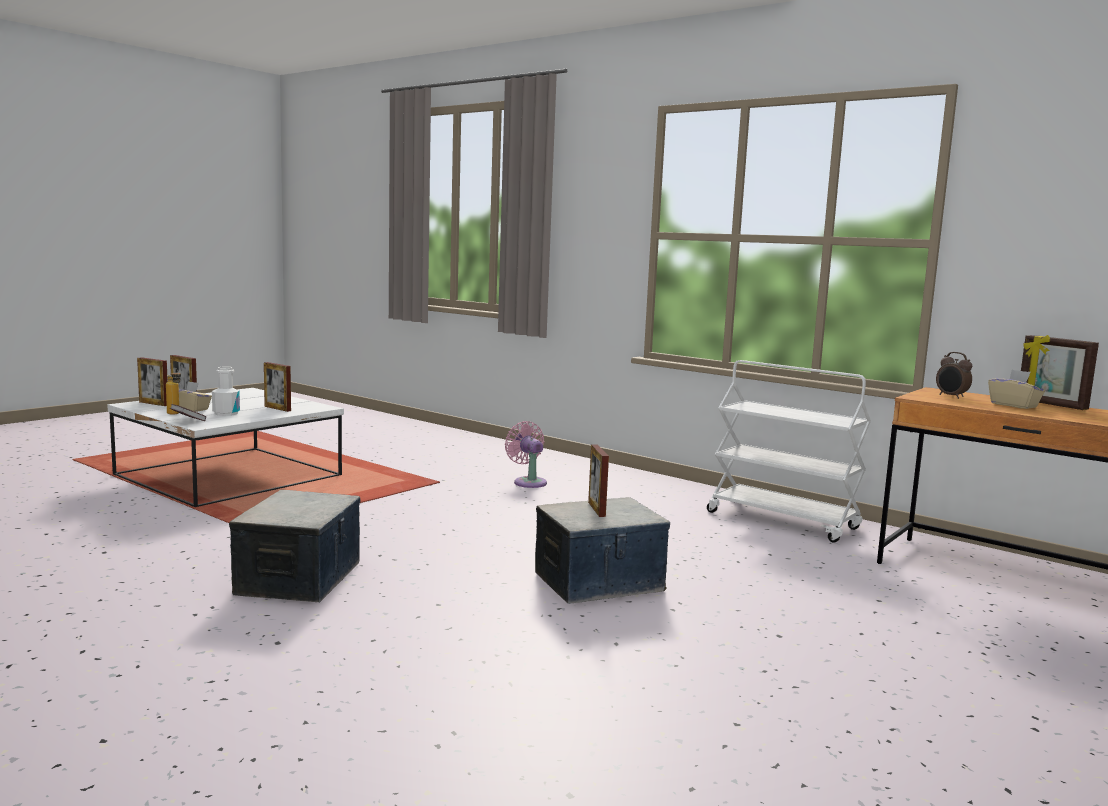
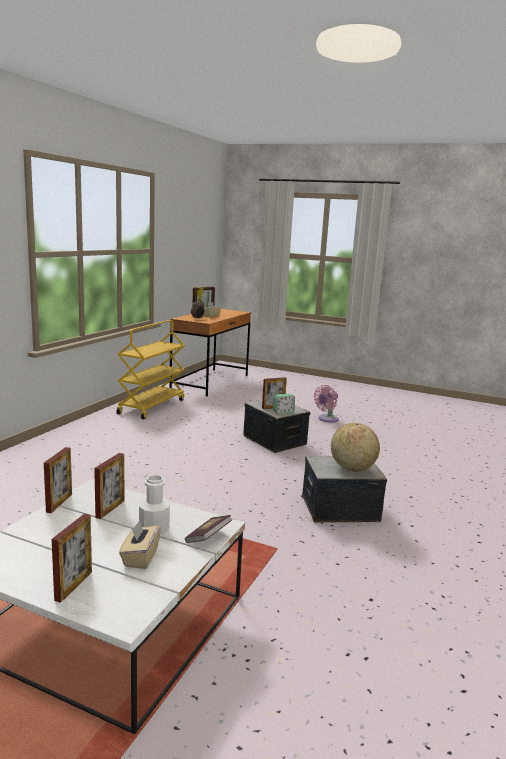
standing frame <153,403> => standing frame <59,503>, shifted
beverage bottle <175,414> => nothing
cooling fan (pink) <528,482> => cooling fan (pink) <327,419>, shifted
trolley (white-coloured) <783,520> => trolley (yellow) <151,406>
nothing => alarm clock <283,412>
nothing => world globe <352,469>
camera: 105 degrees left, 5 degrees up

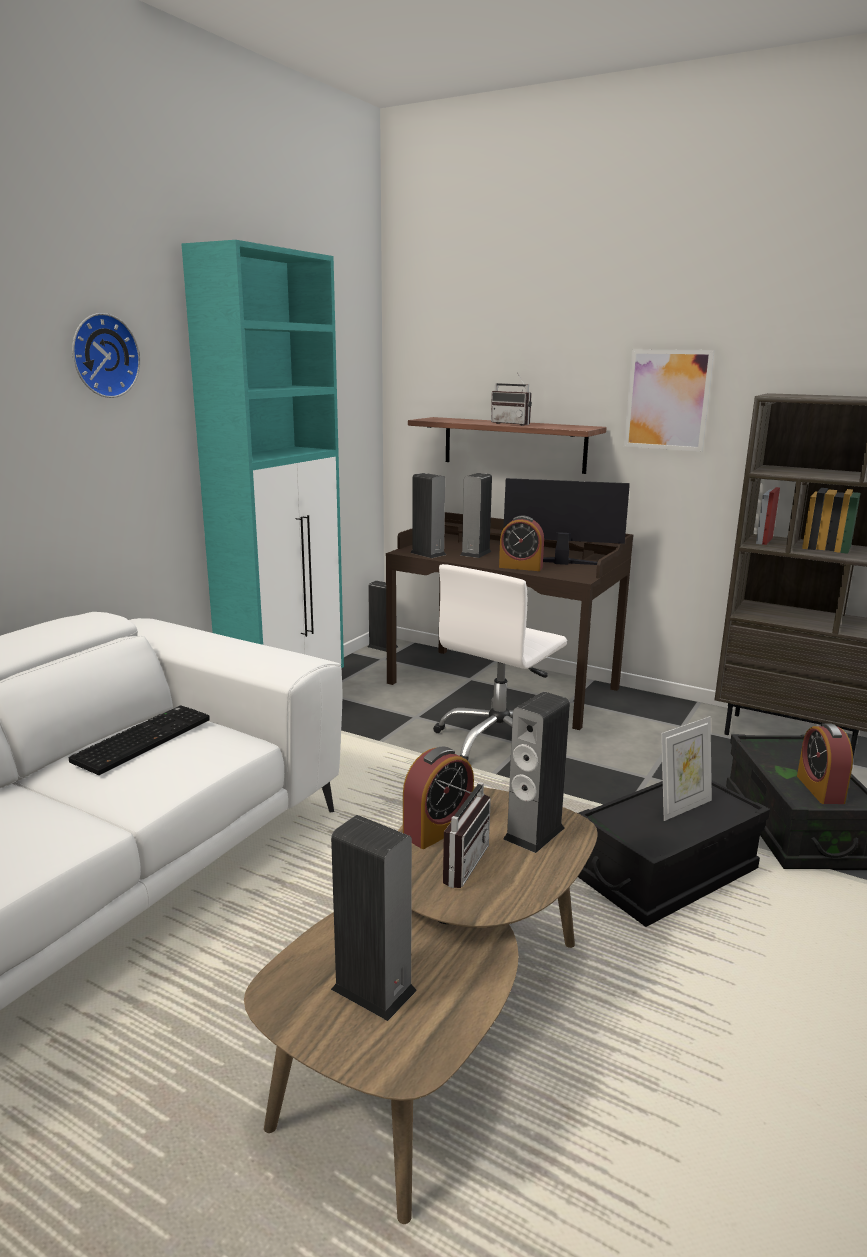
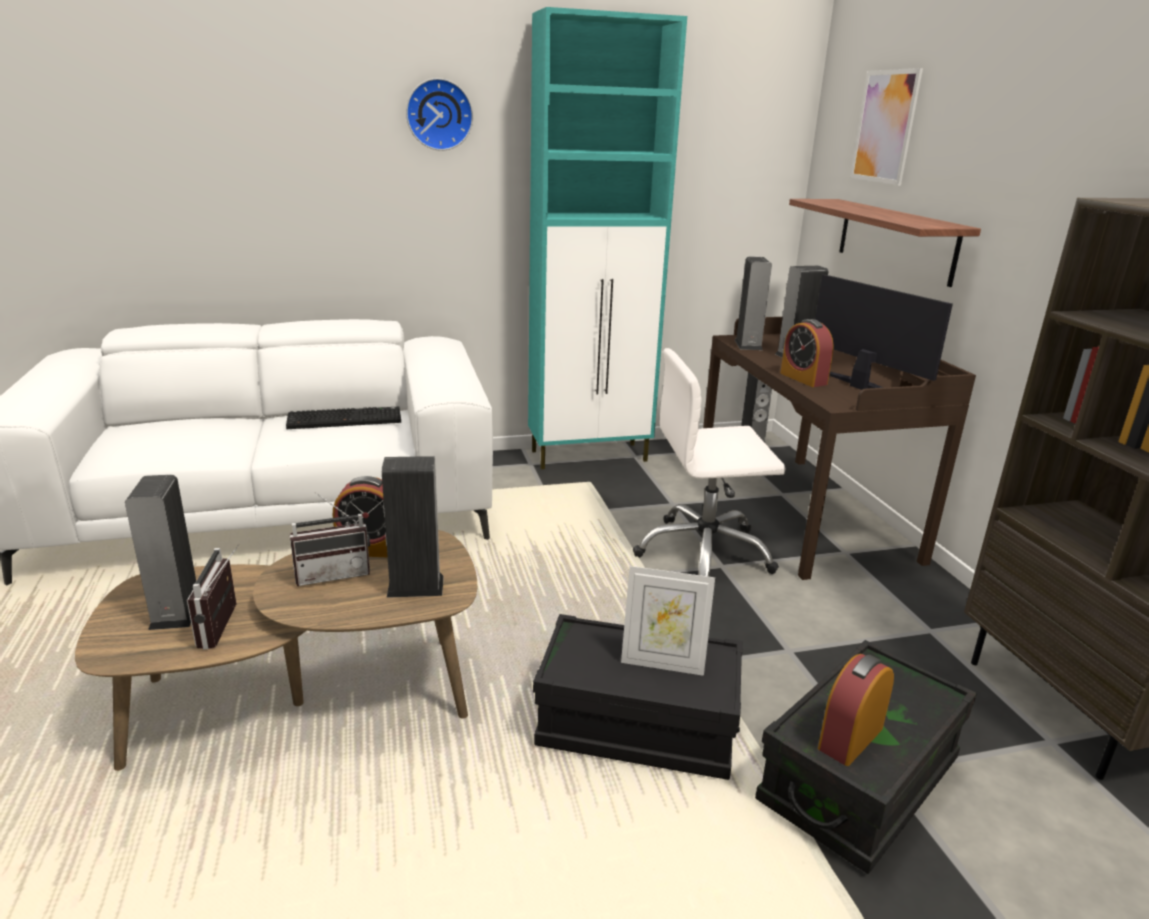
radio receiver <513,424> => radio receiver <227,627>, shifted
picture <667,400> => picture <885,126>, shifted
camera: 45 degrees right, 5 degrees up

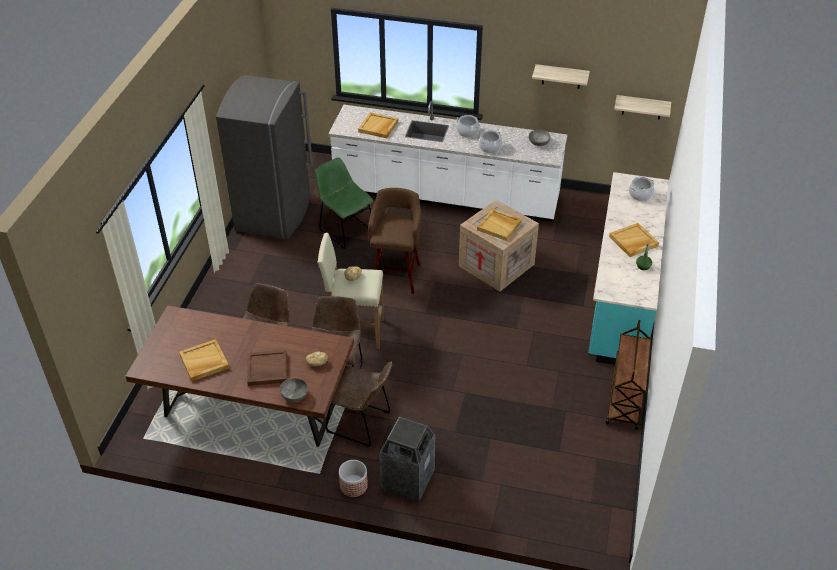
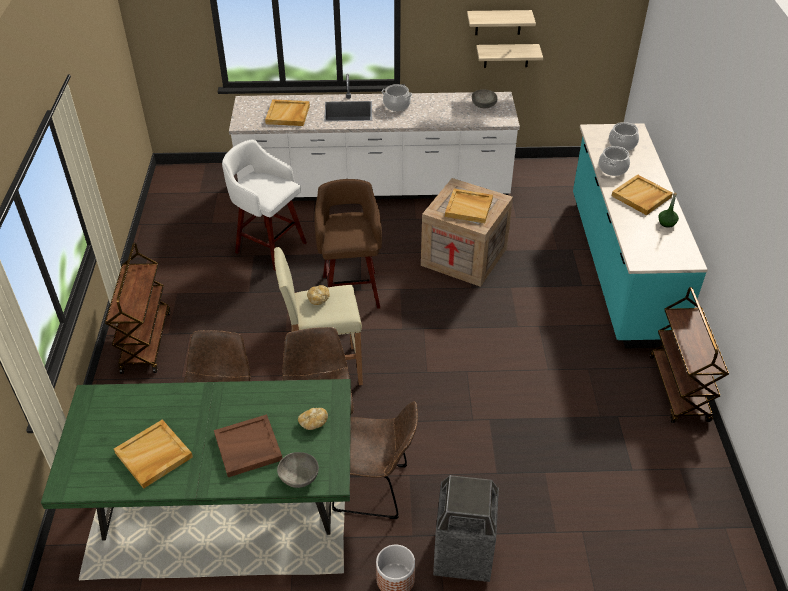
dinner table (brownish) <252,409> => dinner table (green) <222,501>
kitchen fridge (greyish) <274,213> => nothing
chair (green) <345,229> => stool seat (white-coloured) <269,246>
cooking pot <490,147> => cooking pot <612,168>, shifted
bracket shelf <642,107> => bracket shelf <506,55>, shifted
nothing => trolley (brownish) <145,341>
camera: 15 degrees left, 0 degrees up

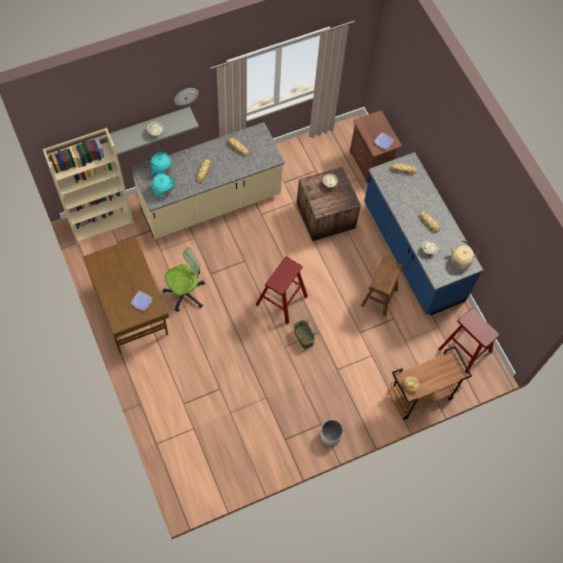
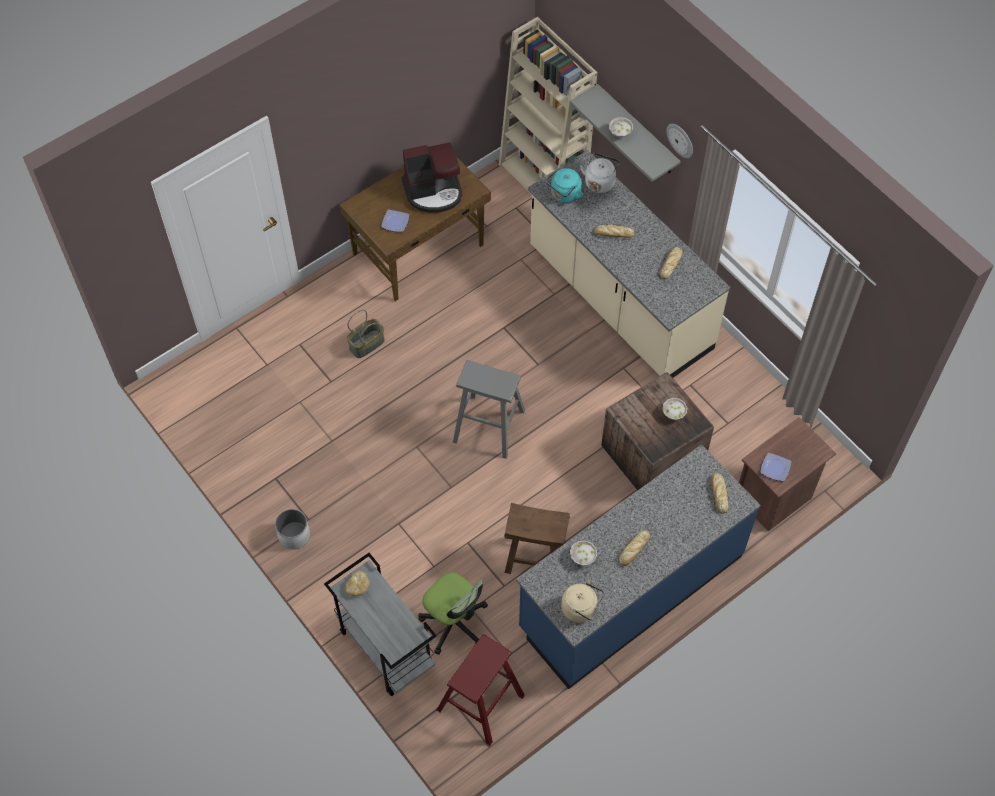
water kettle (turquoise-coloured) <160,168> => water kettle (white-coloured) <600,181>
office chair <185,293> => office chair <454,623>, shifted
stool seat (reddish) <281,300> => stool seat (greyish) <488,426>
household basket <303,337> => household basket <366,344>, shifted
trolley (brownish) <420,396> => trolley (greyish) <385,647>
nothing => coffee machine <433,191>
camera: 80 degrees right, 5 degrees down

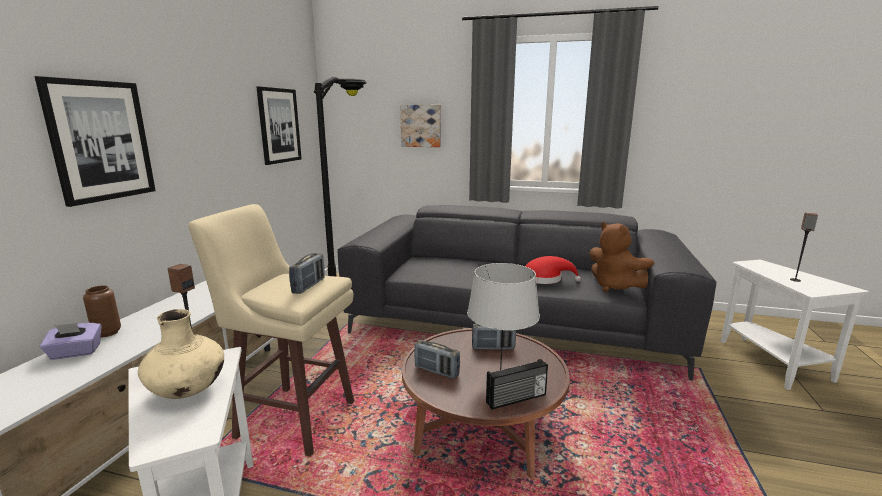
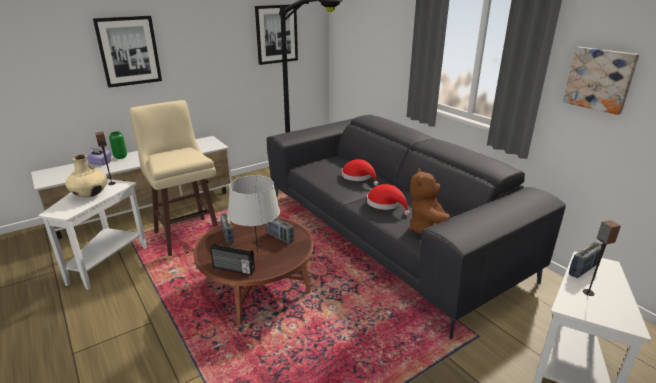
flower vase (brownish) <107,333> => flower vase (green) <120,157>
radio receiver <309,286> => radio receiver <583,270>, shifted
picture <421,126> => picture <600,79>, shifted
nothing => hat (reddish) <358,177>
camera: 40 degrees right, 10 degrees up

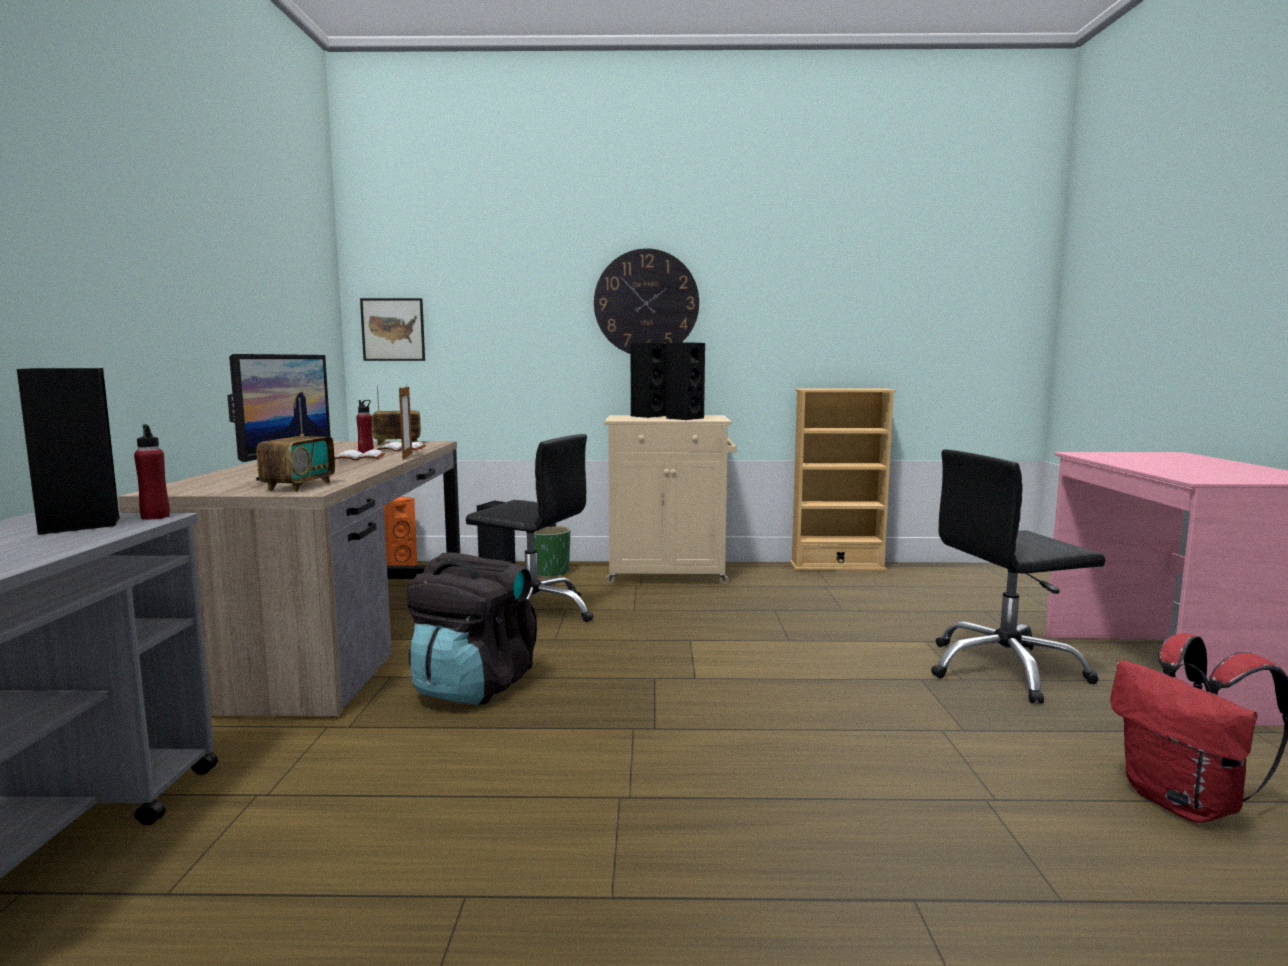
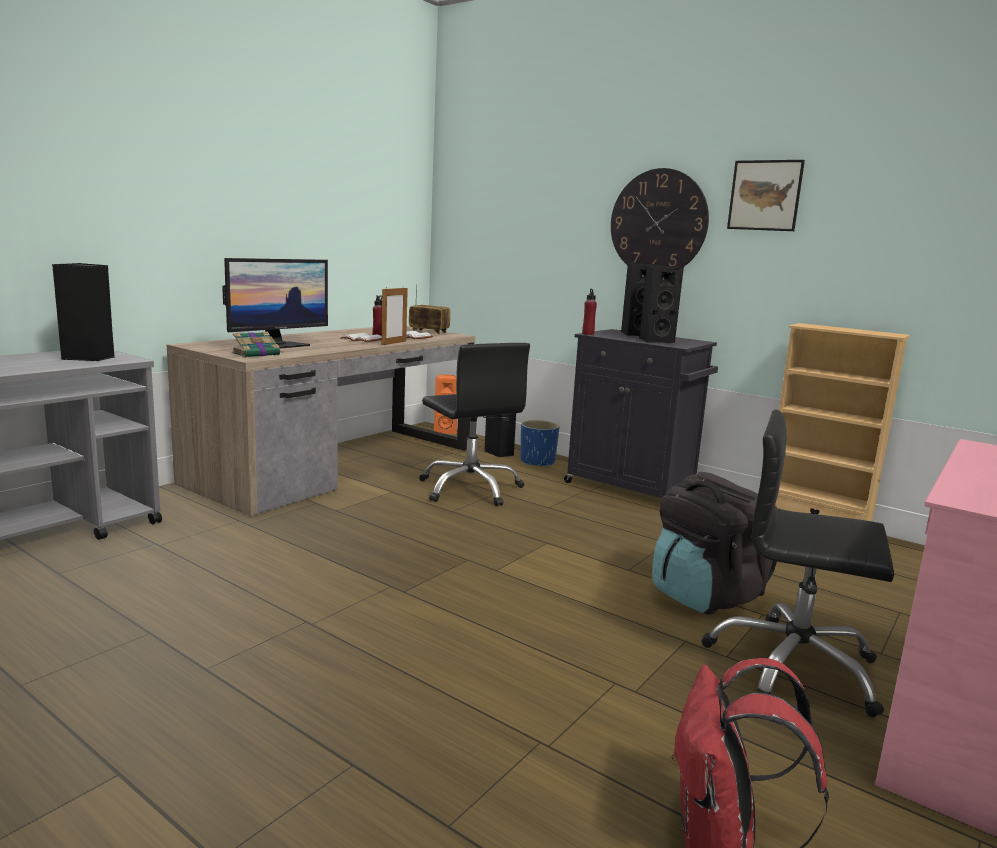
beverage bottle (reddish) <155,517> => beverage bottle (reddish) <588,334>, shifted
radio receiver <299,486> => bound book <257,354>
picture <393,329> => picture <765,195>, shifted
knapsack (blackish) <473,686> => knapsack (blackish) <705,595>, shifted
flower pot (green) <549,572> => flower pot (blue-coloured) <537,462>
cabinet (beige) <669,574> => cabinet (blackish) <632,488>
camera: 35 degrees right, 5 degrees up

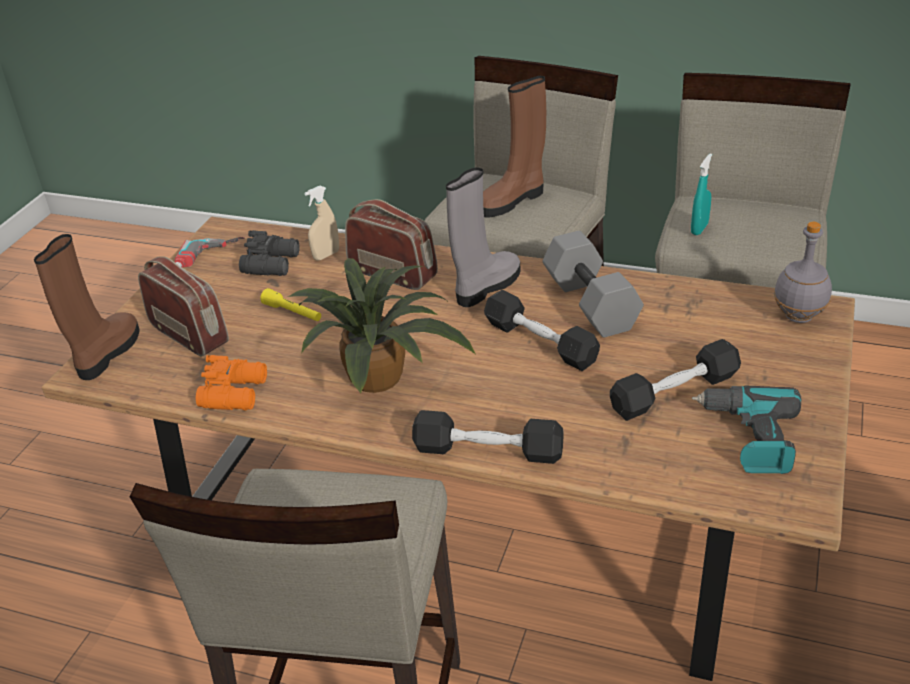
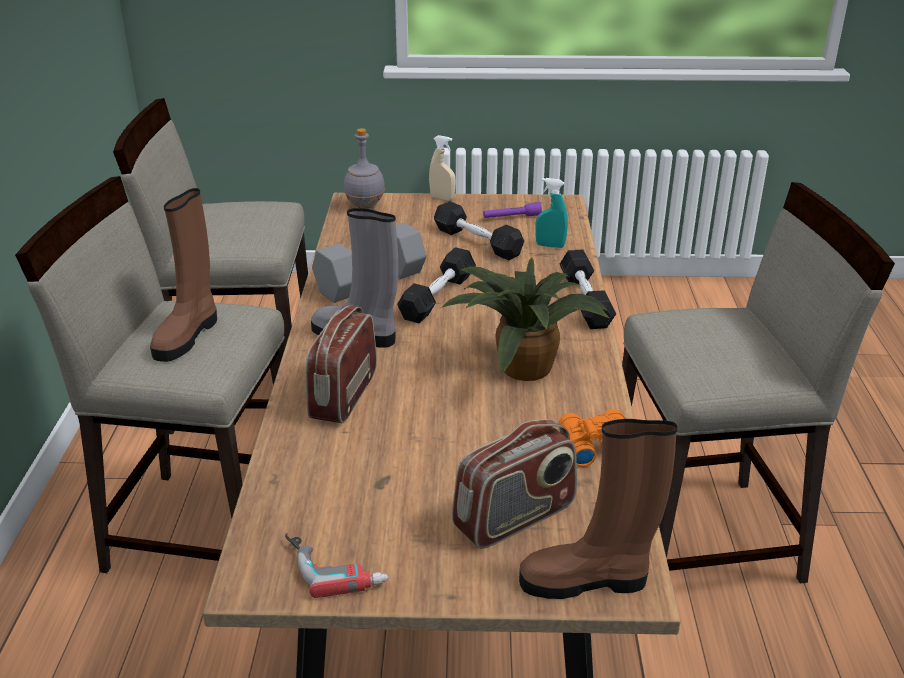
radio receiver <190,334> => radio receiver <515,517>, 150 degrees counterclockwise
binoculars (blackish) <273,263> => nothing
hand torch (yellow) <293,313> => nothing
hand sprayer (beige) <326,255> => hand sprayer (beige) <442,198>, shifted
high-top boot (brownish) <512,201> => high-top boot (brownish) <188,336>, 75 degrees clockwise
hand sprayer (turquoise-coloured) <699,229> => hand sprayer (turquoise-coloured) <550,246>, shifted
power drill <749,438> => hand torch (purple-coloured) <511,217>
camera: 110 degrees left, 5 degrees down

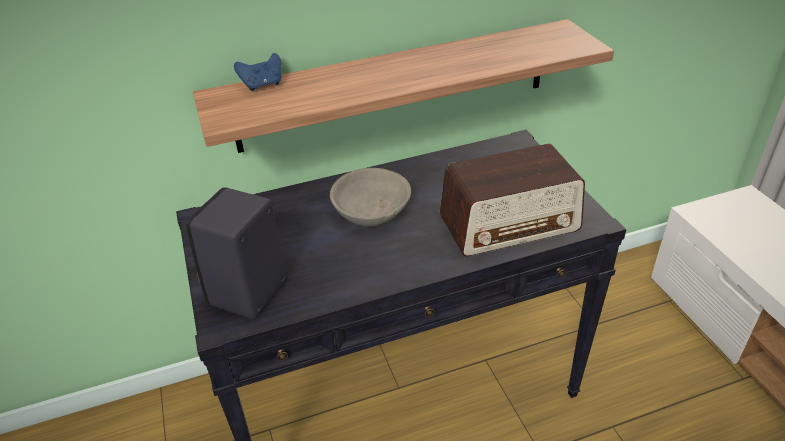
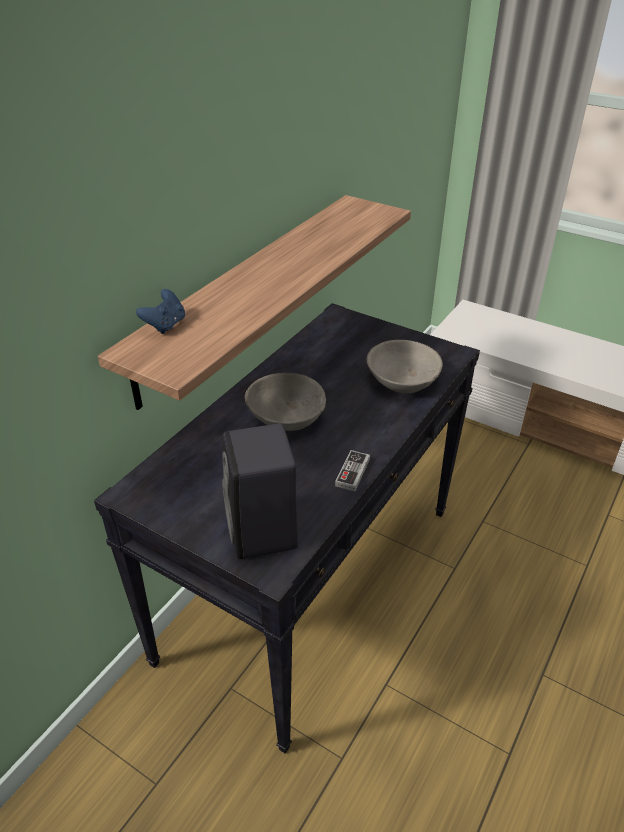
radio receiver <509,223> => serving bowl (greyish) <402,379>
nothing => game controller <352,472>
camera: 40 degrees left, 0 degrees up

